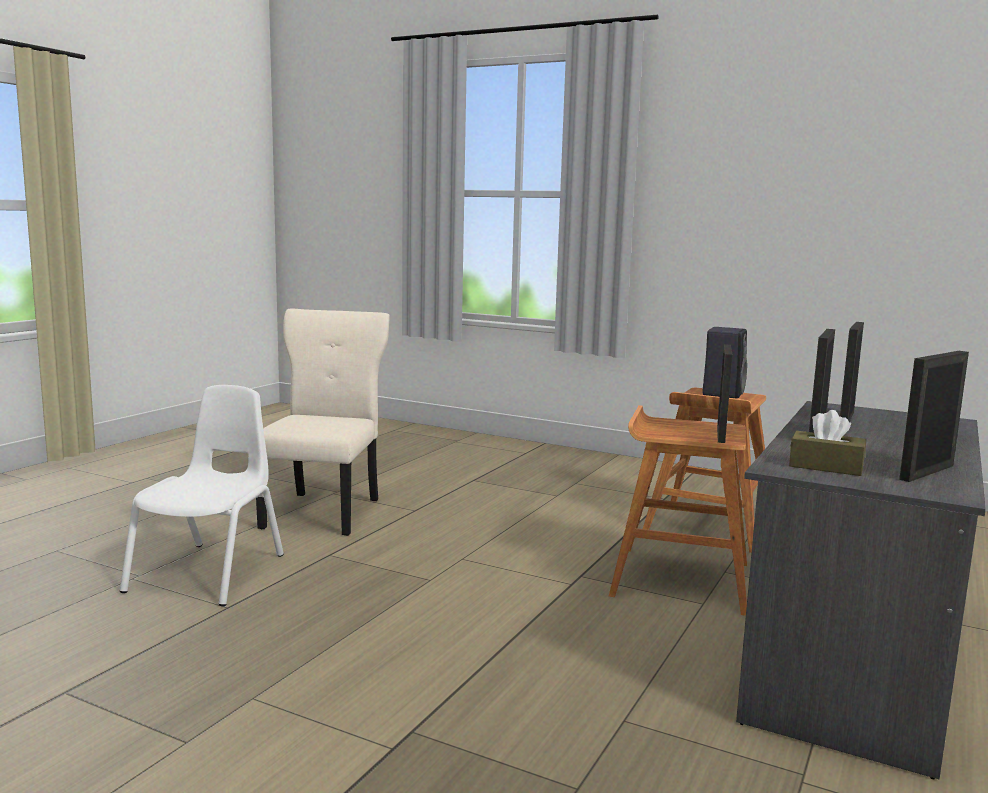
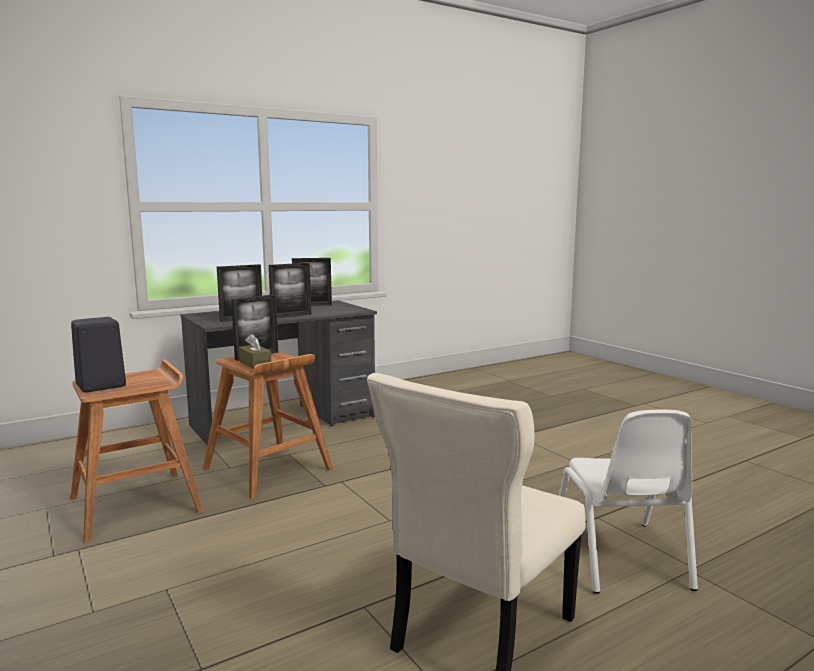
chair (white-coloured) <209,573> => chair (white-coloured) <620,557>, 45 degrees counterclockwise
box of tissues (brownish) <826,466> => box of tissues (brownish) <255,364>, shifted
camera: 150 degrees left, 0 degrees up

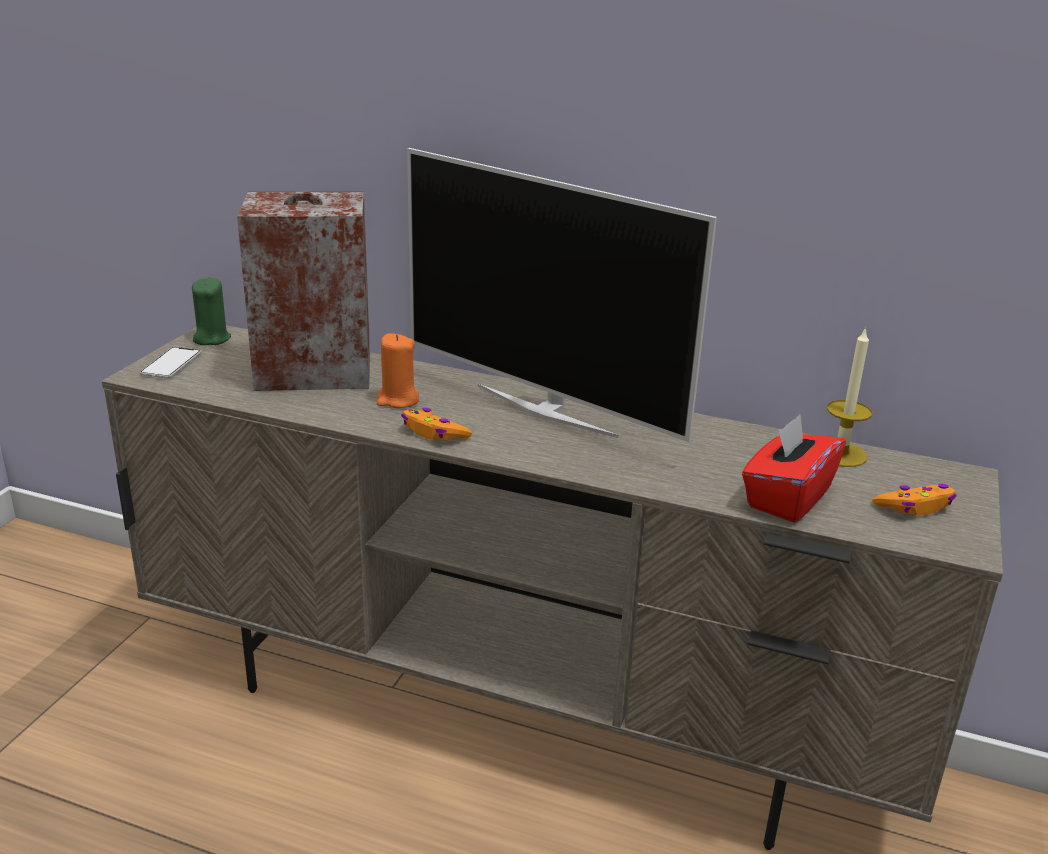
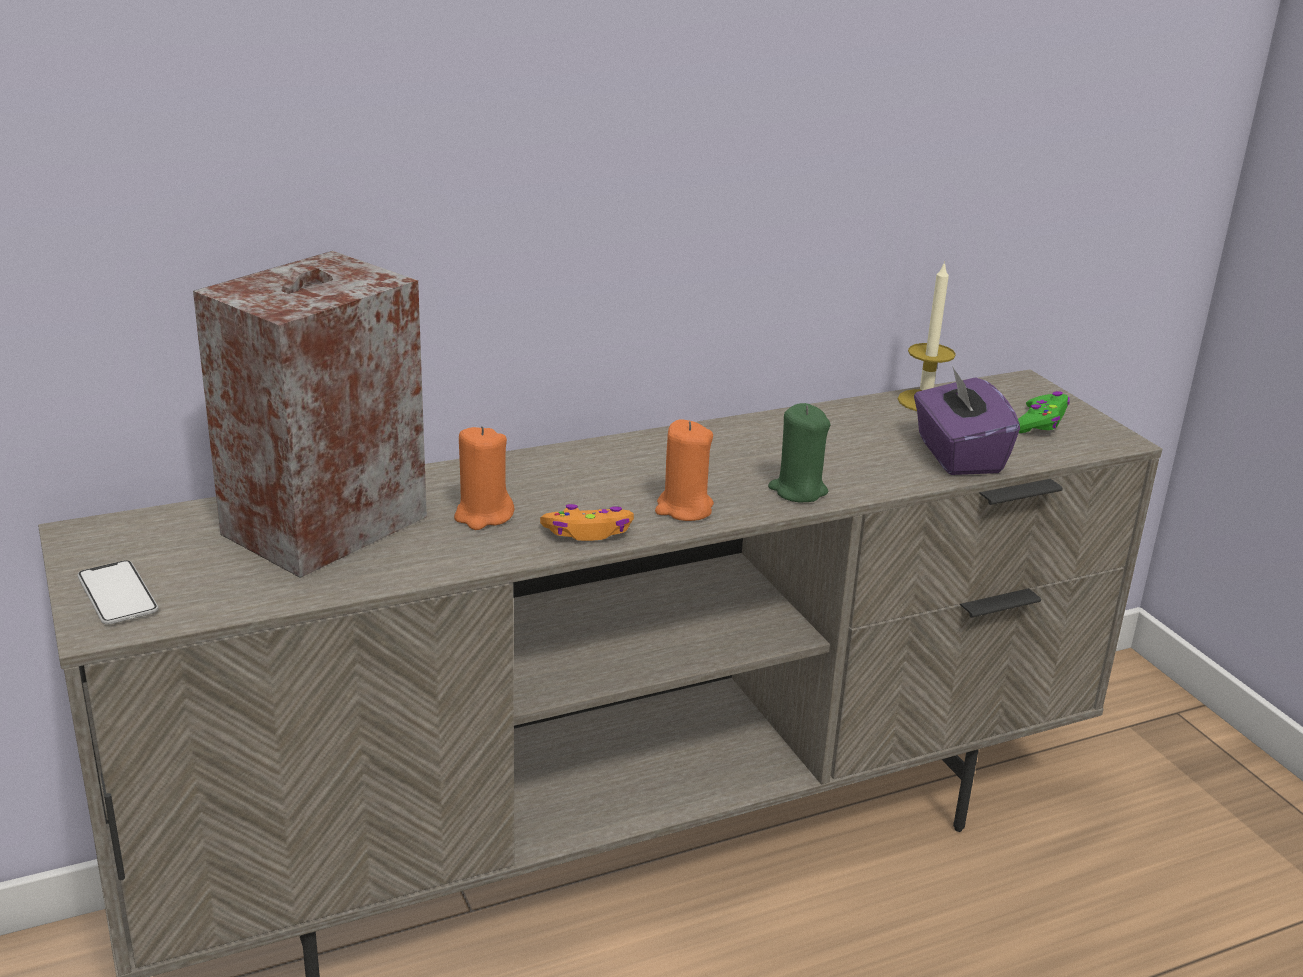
candle (green) <211,338> => candle (green) <798,490>, shifted
TV set <546,410> => nothing
box of tissues (reddish) <787,498> => box of tissues (purple-coloured) <957,455>
game controller (orange) <915,507> => game controller (green) <1039,423>
nothing => candle (orange) <684,509>
camera: 45 degrees left, 0 degrees up

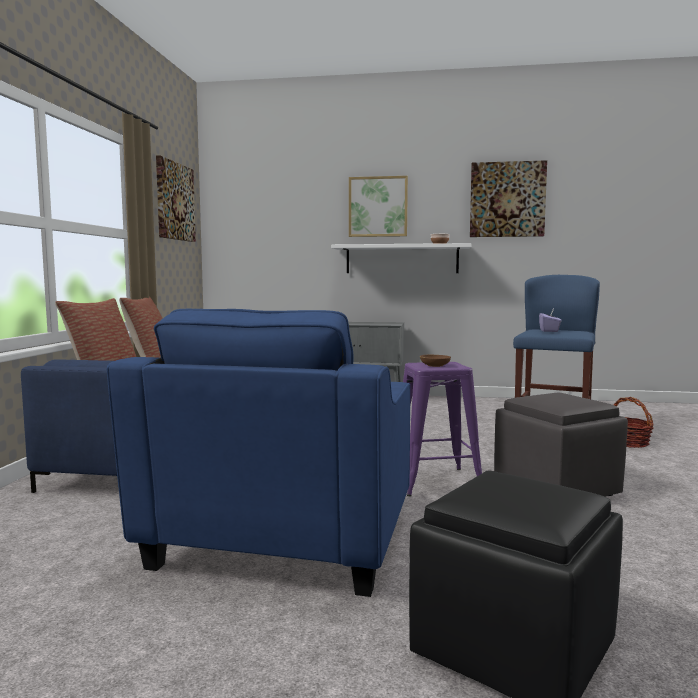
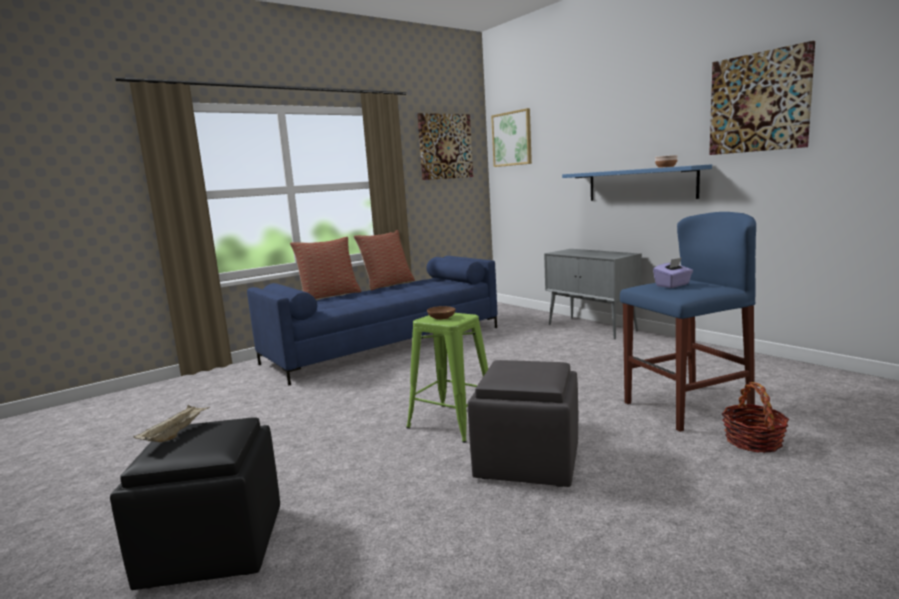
armchair (blue-coloured) <280,542> => nothing
bracket shelf (white-coloured) <401,259> => bracket shelf (blue-coloured) <640,184>
picture <378,207> => picture <512,139>, shifted
stool seat (purple-coloured) <434,482> => stool seat (green) <452,422>
nothing => tray (beige) <175,434>
camera: 45 degrees right, 5 degrees up

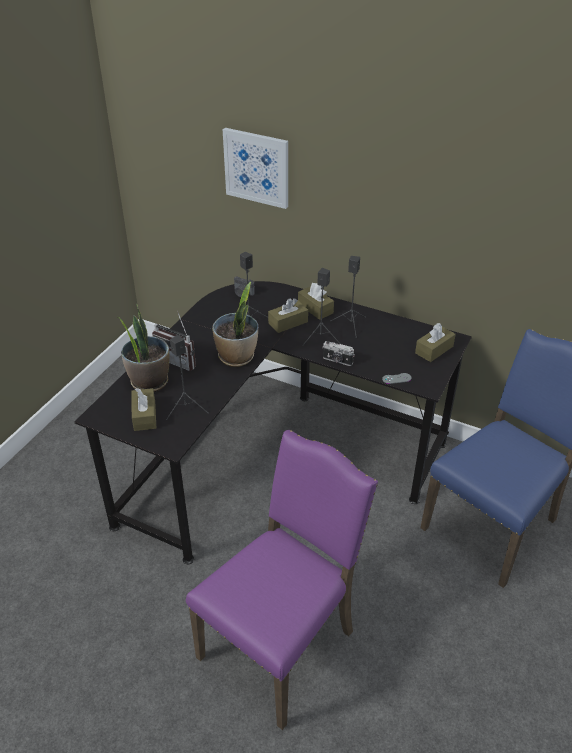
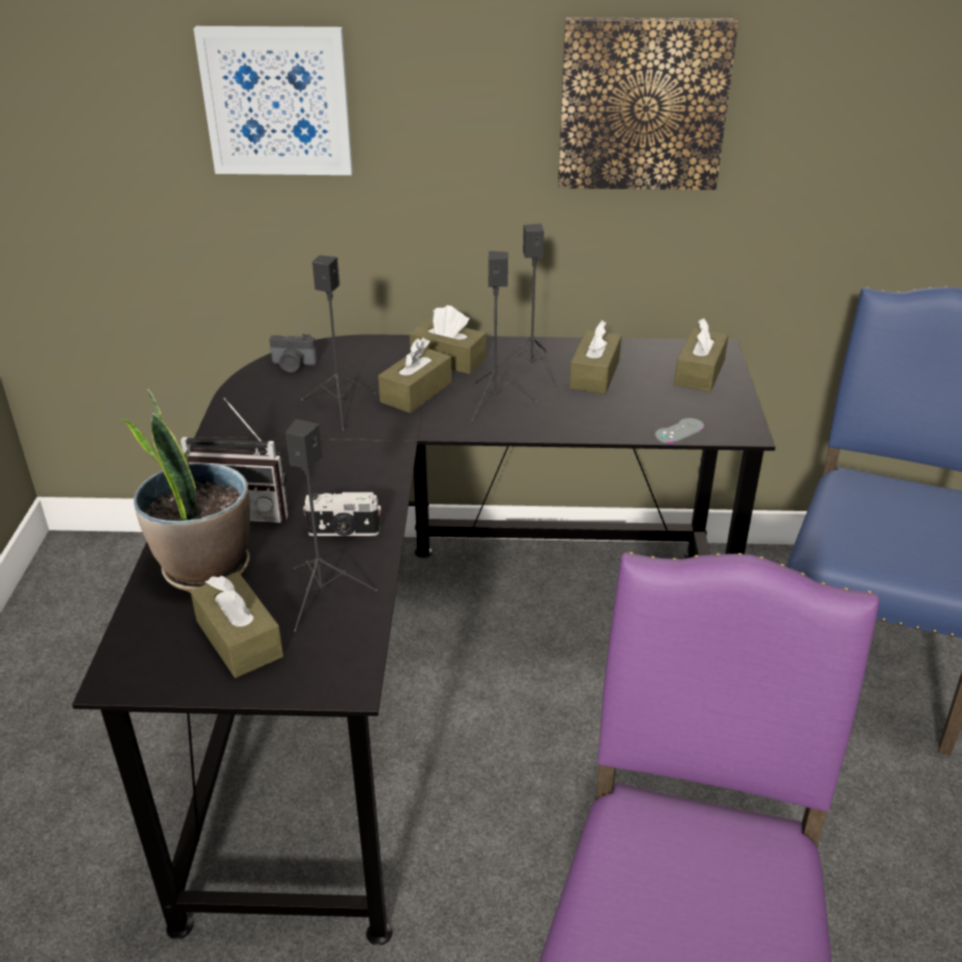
potted plant <237,357> => nothing
still camera <337,361> => still camera <344,532>, shifted
nothing => picture <642,104>
nothing => box of tissues (brownish) <594,374>
camera: 25 degrees left, 5 degrees down

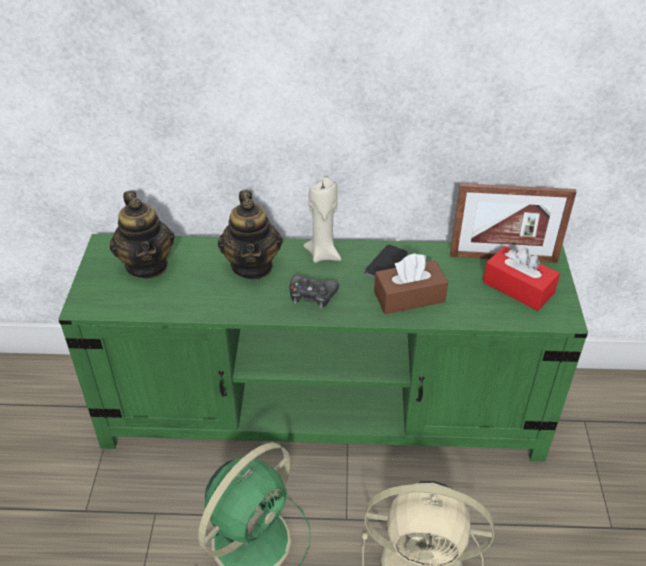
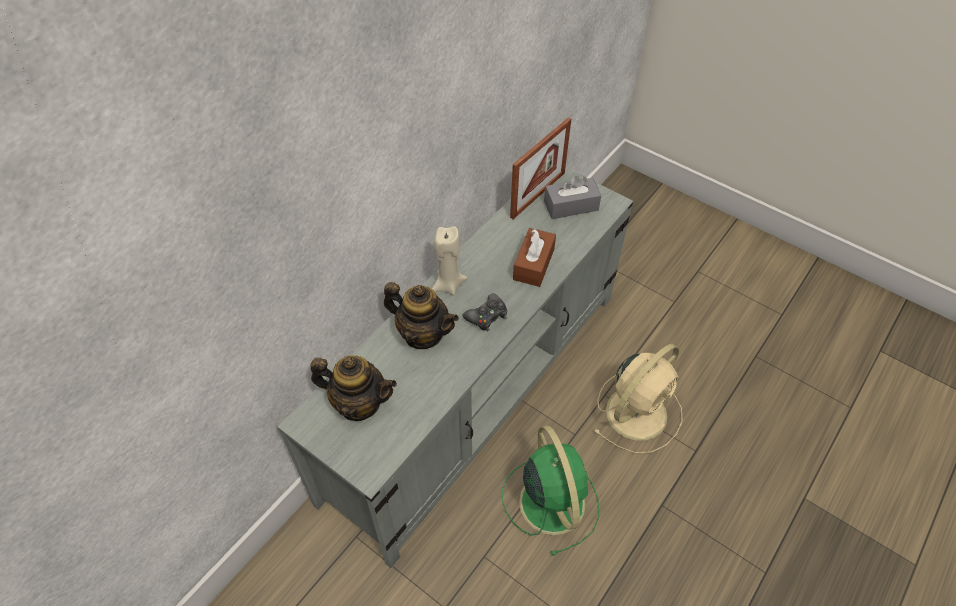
tv unit (green) <325,410> => tv unit (greyish) <476,392>
phone <386,264> => nothing
box of tissues (reddish) <518,288> => box of tissues (greyish) <571,206>
camera: 55 degrees left, 10 degrees up

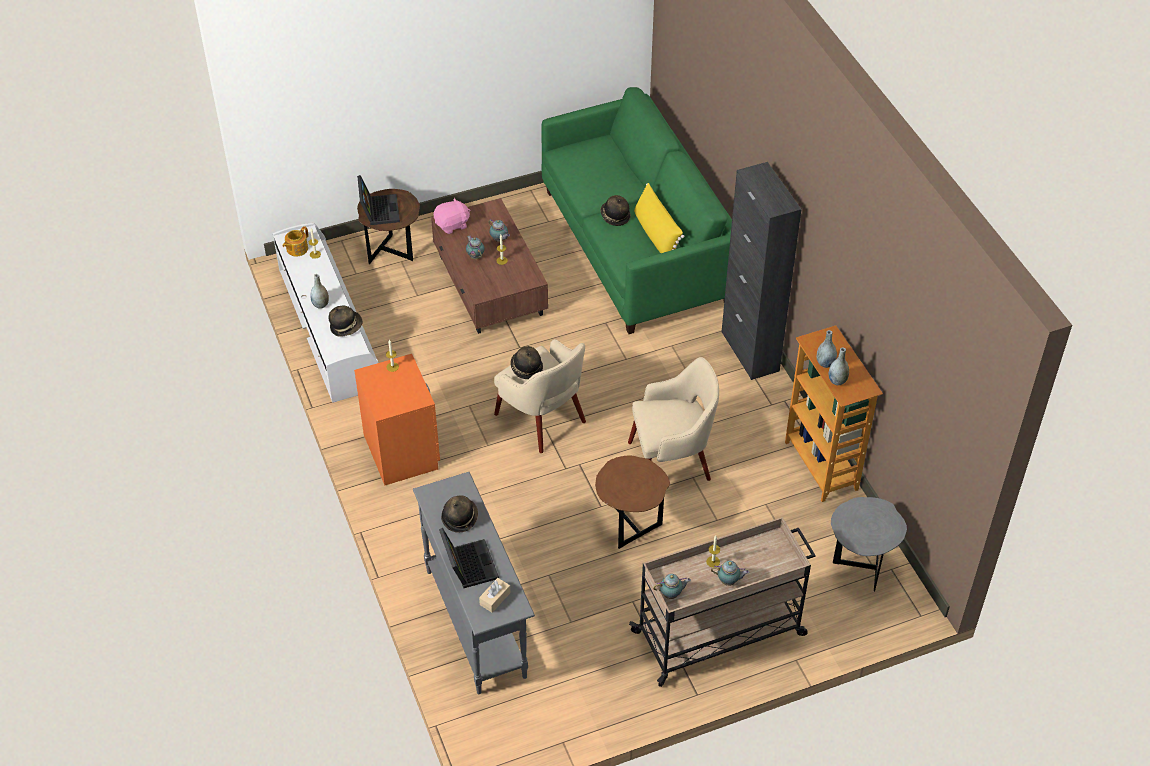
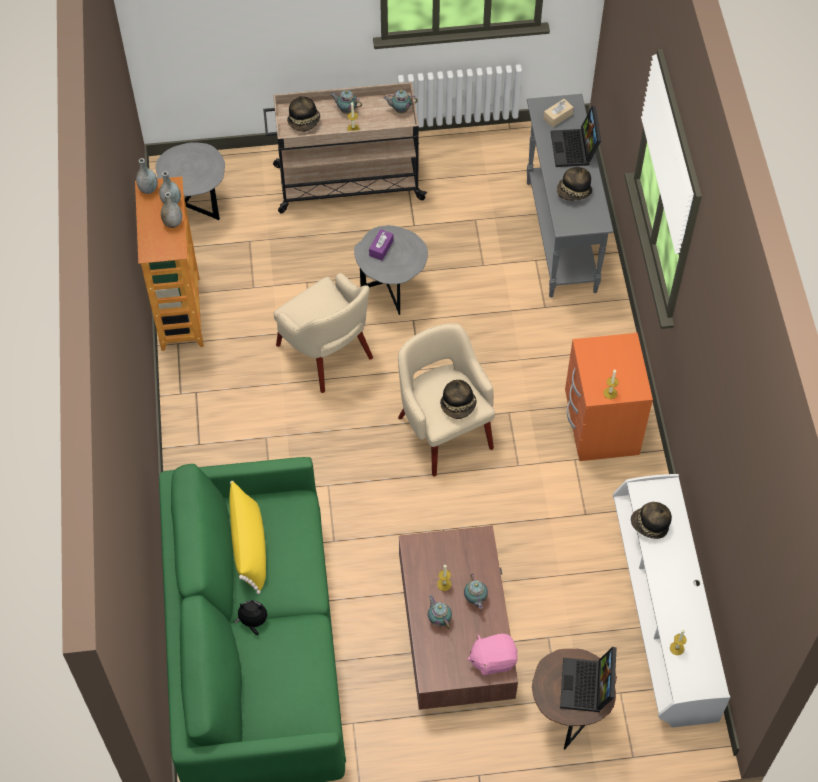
tea pot <296,249> => nothing
flower vase (greyish) <320,304> => flower vase (greyish) <148,189>, shifted
side table (brownish) <630,526> => side table (greyish) <391,294>
hat <614,216> => hat <304,122>, shifted
armchair (beige) <671,460> => armchair (beige) <326,352>, 135 degrees counterclockwise
cabinet (blackish) <750,351> => nothing
nothing => cuddly toy <253,622>
nothing => box of tissues (purple-coloured) <381,248>
camera: 165 degrees left, 10 degrees up

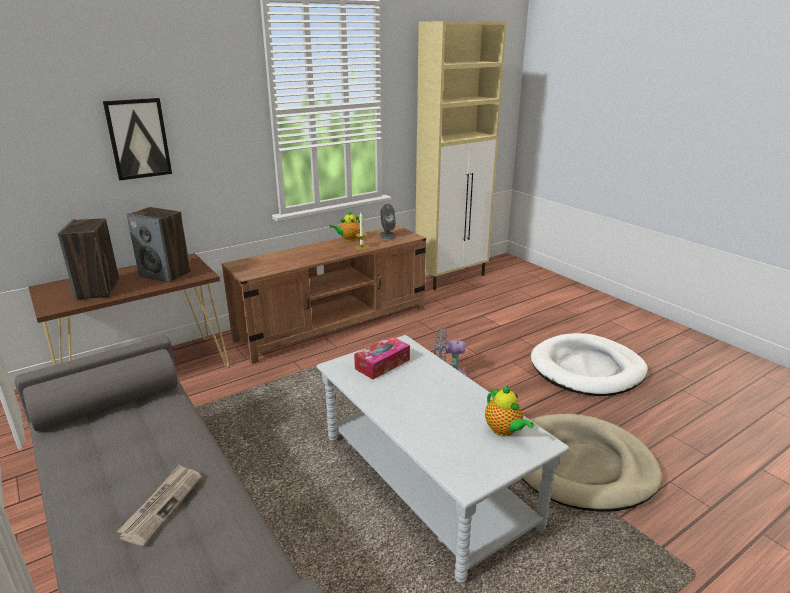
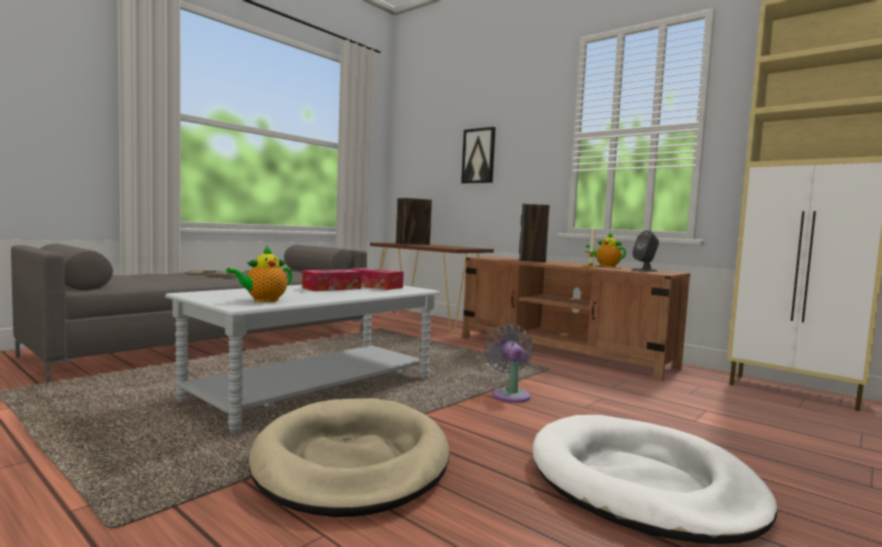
speaker <165,274> => speaker <532,261>, shifted
nothing => box of tissues <332,288>
camera: 75 degrees right, 20 degrees down

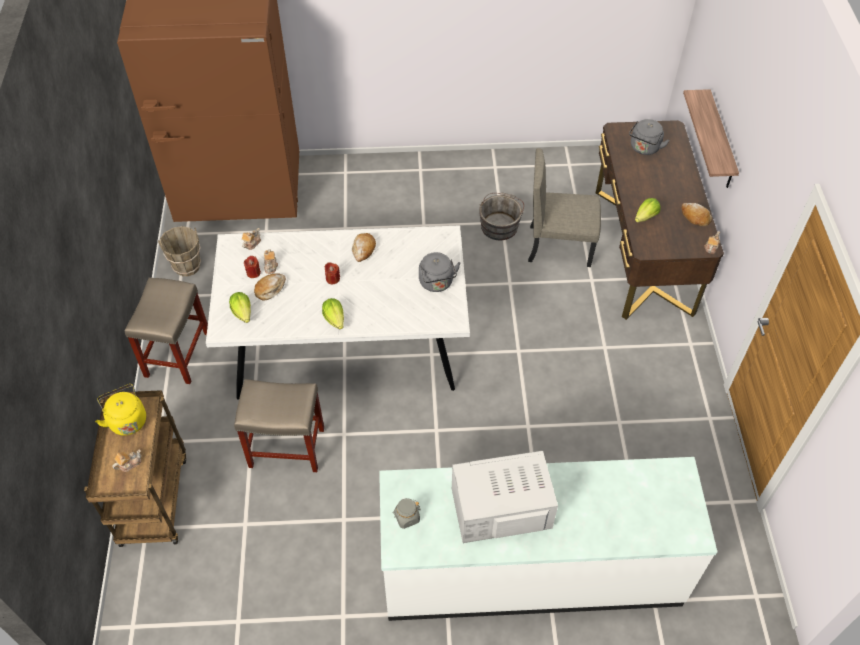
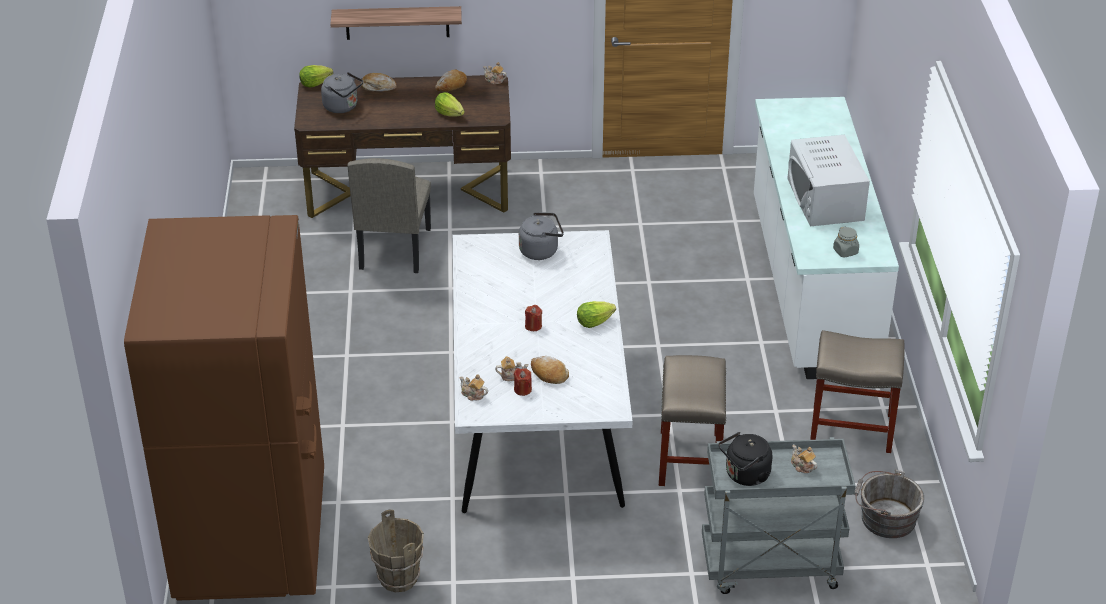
trolley (brownish) <153,498> => trolley (greyish) <769,567>
water kettle (yellow) <127,420> => water kettle (blackish) <745,476>
stool seat (beige) <178,353> => stool seat (beige) <850,428>, shifted
head of lettuce <242,313> => head of lettuce <315,84>, shifted
bakery bread <363,249> => bakery bread <378,87>, shifted
water bucket (greyish) <500,225> => water bucket (greyish) <884,518>, shifted
camera: 90 degrees left, 15 degrees down

